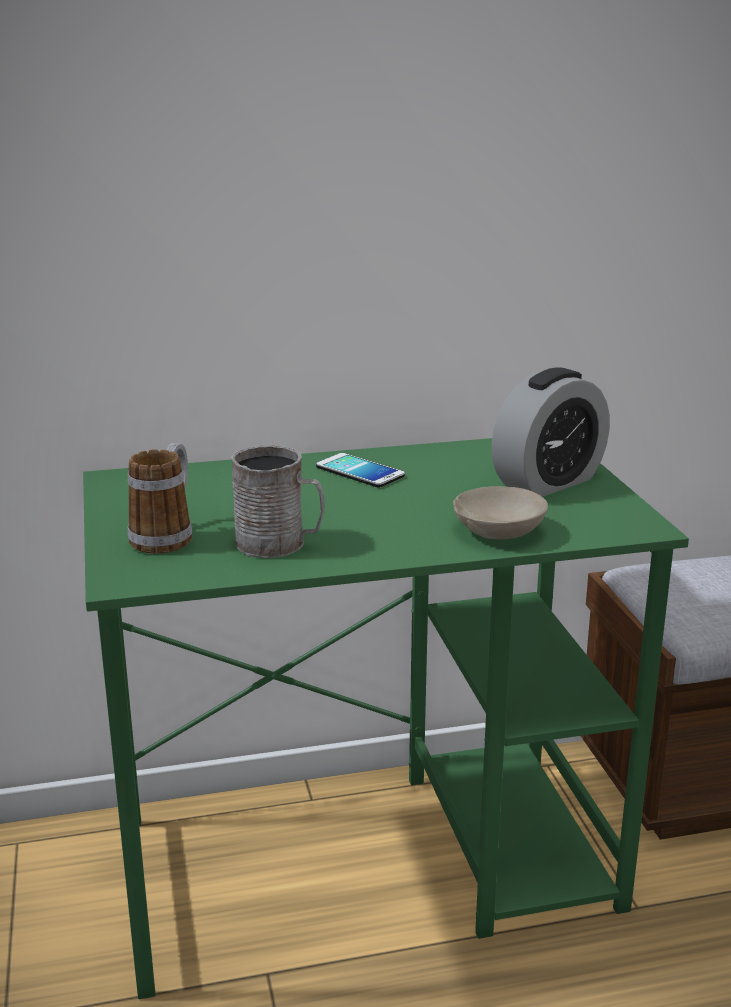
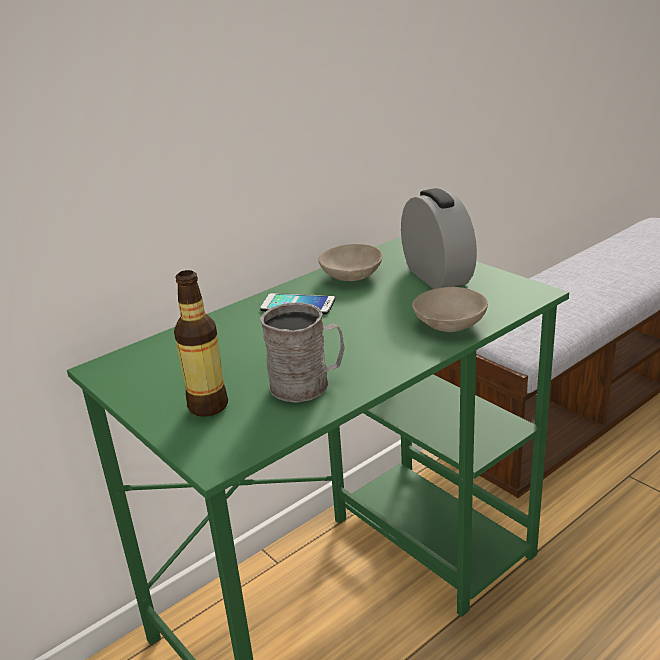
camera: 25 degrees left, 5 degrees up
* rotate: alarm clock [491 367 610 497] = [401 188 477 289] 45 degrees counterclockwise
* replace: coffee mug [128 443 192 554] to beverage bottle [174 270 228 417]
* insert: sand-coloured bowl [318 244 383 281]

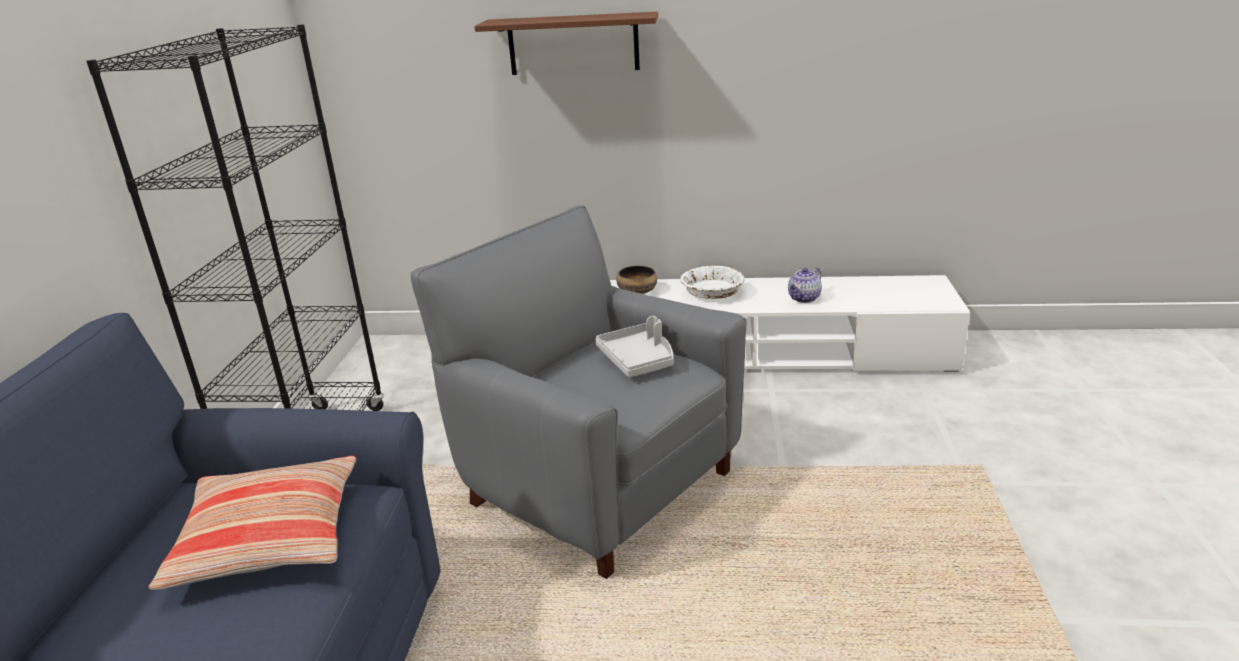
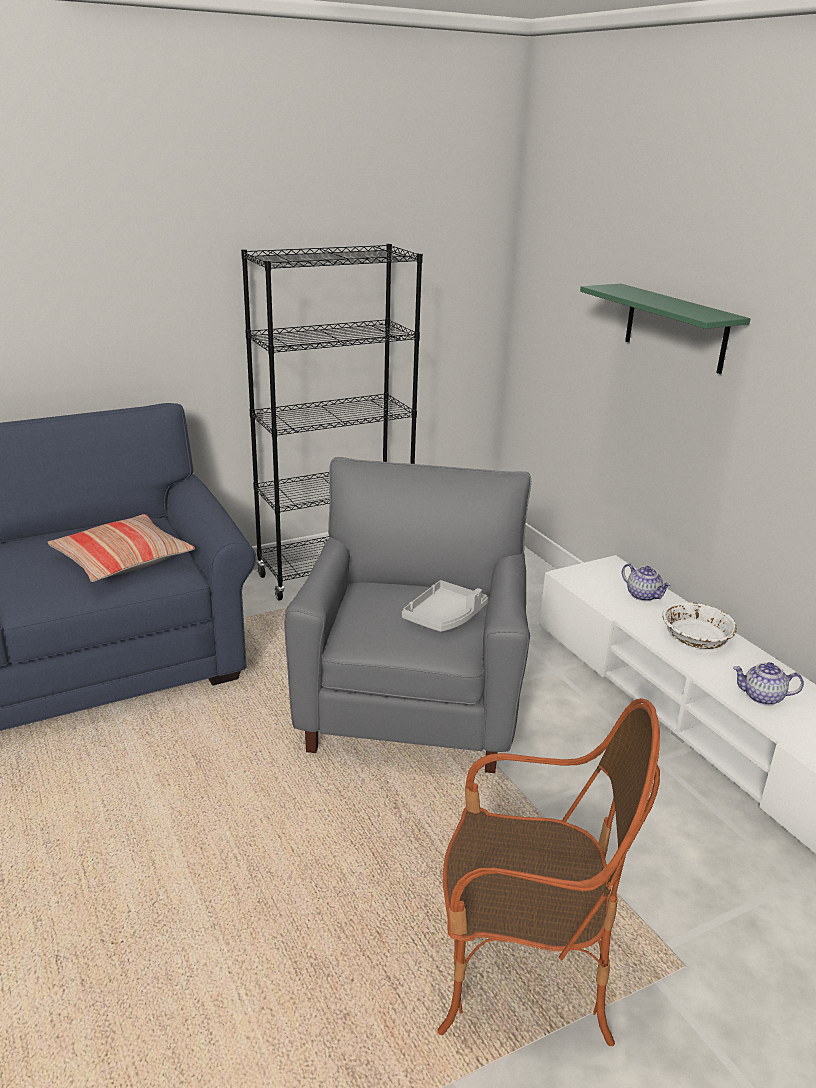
camera: 55 degrees right, 0 degrees up
* recolor: brownish wall shelf [474 12 658 75] to greenish wall shelf [580 283 750 374]
* replace: bowl [616 266 657 294] to pot for tea [621 563 671 601]
* insert: armchair [437 698 660 1046]

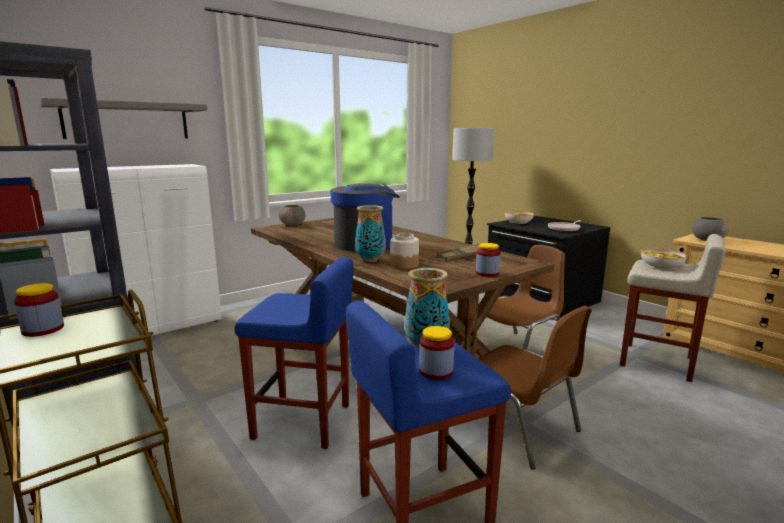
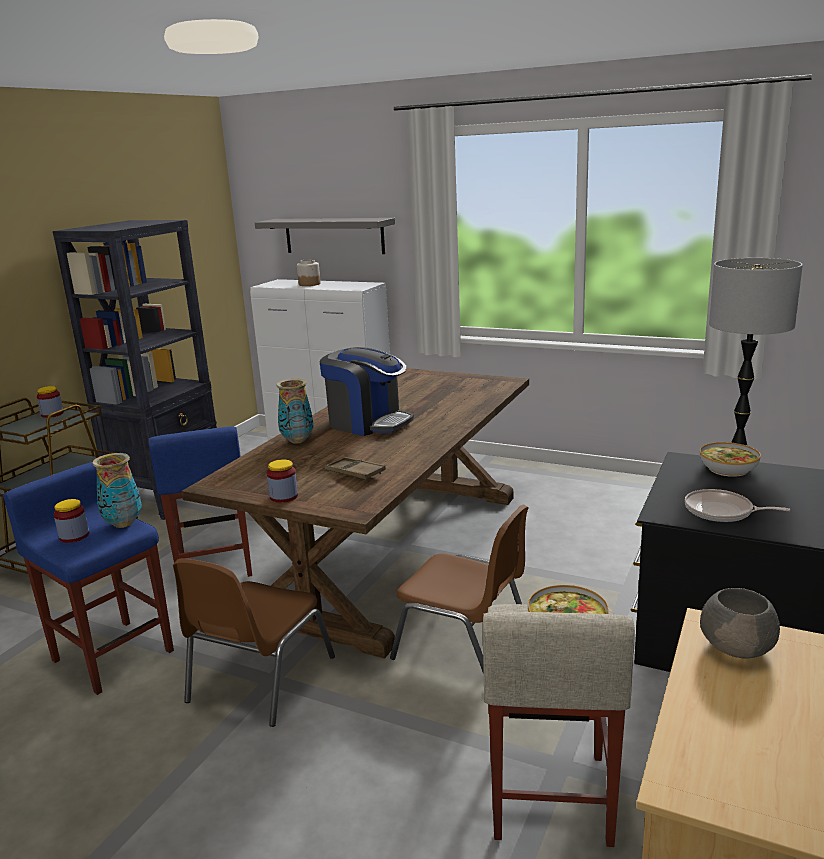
camera: 65 degrees right, 5 degrees up
* delete: gray bowl [279 205 306 226]
* move: jar [390 233 419 269] to [297 259 320 286]

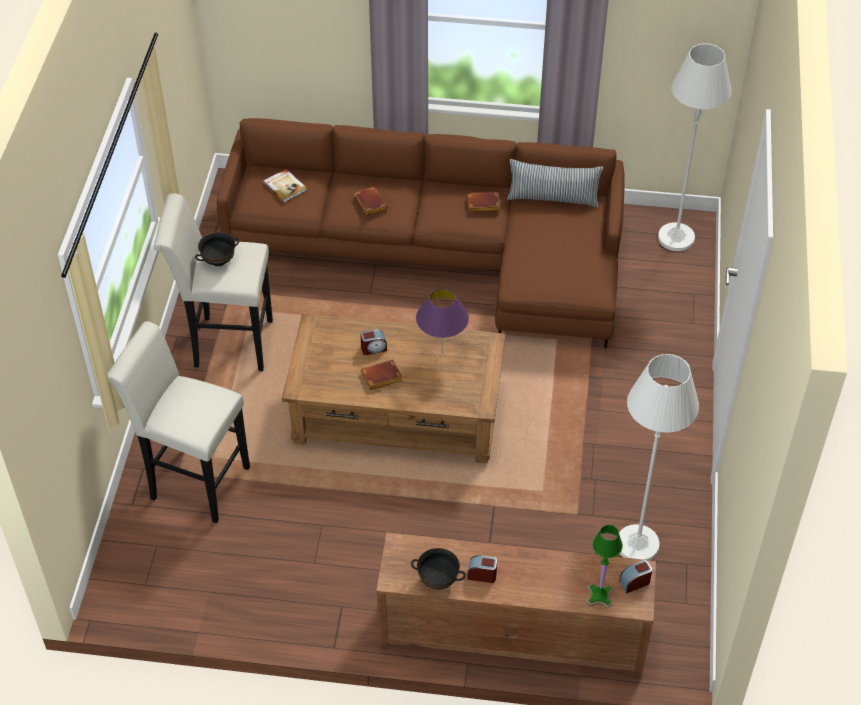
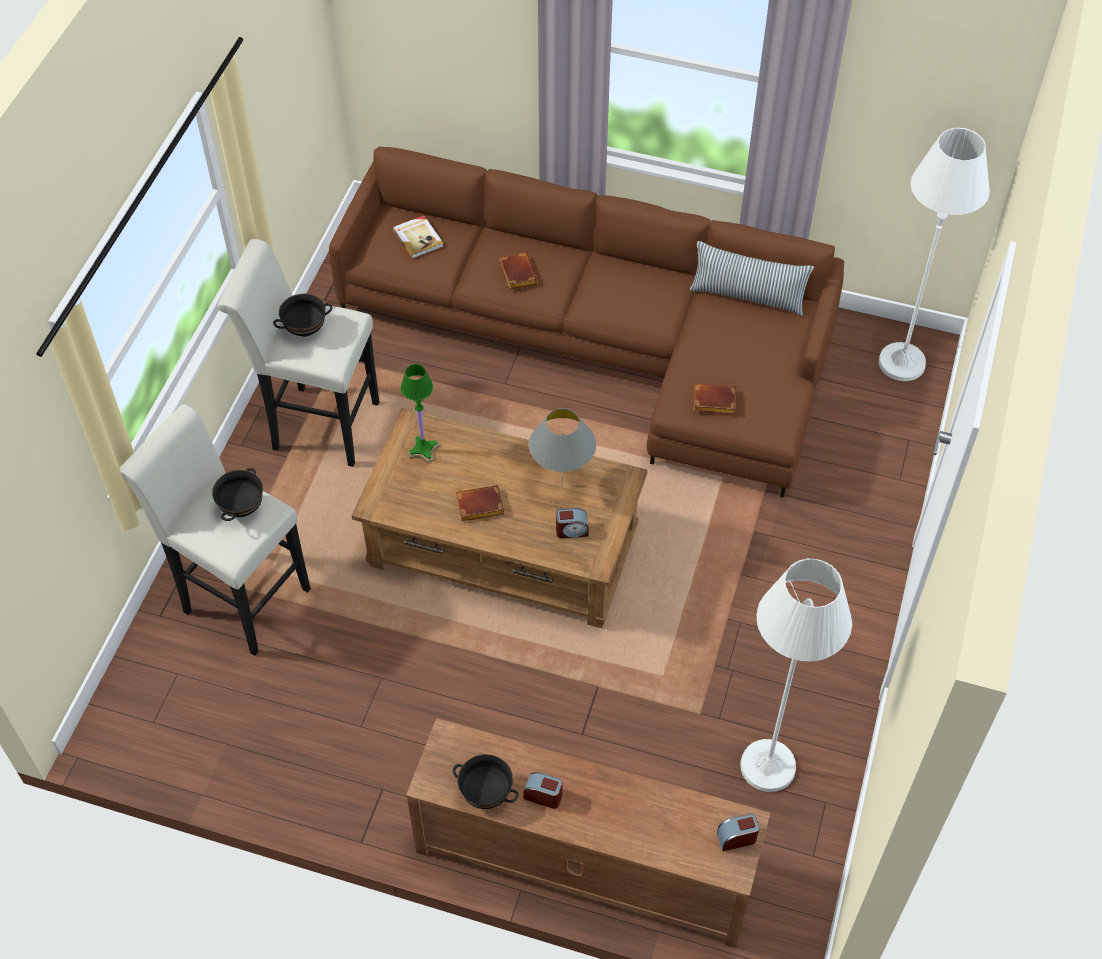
camera: 10 degrees right, 5 degrees up
* move: brownish book [467 192 501 212] to [693 384 736 414]
* recolor: purple tabletop lamp [416 288 469 350] to gray tabletop lamp [529 408 596 485]
* move: alarm clock [360 329 387 355] to [556 508 589 538]
* move: greenish tabletop lamp [586 525 623 609] to [401 364 440 463]
* insert: black-coloured bowl [212 468 263 521]

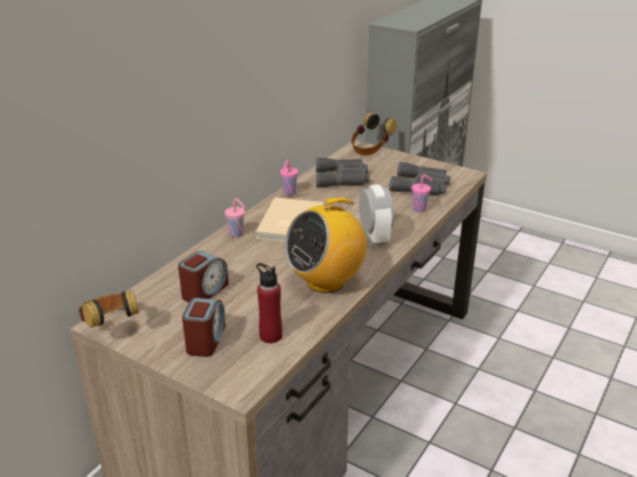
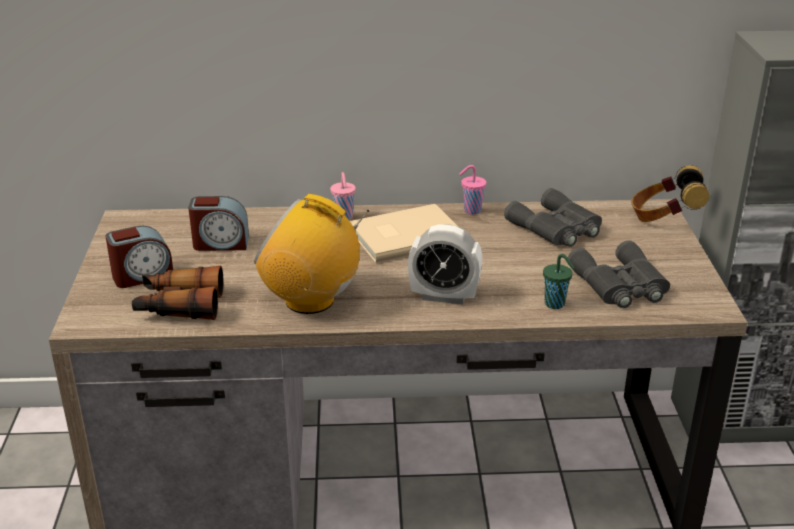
camera: 55 degrees right, 0 degrees up
* recolor: pinkish drinking cup [412 175 432 213] to greenish drinking cup [543 254 575 309]
* rotate: alarm clock [359 184 394 245] = [408 224 482 304] 60 degrees clockwise
* replace: red beverage bottle [256 263 282 343] to field glasses [132 266 223 320]
* delete: pair of headphones [78 289 139 328]

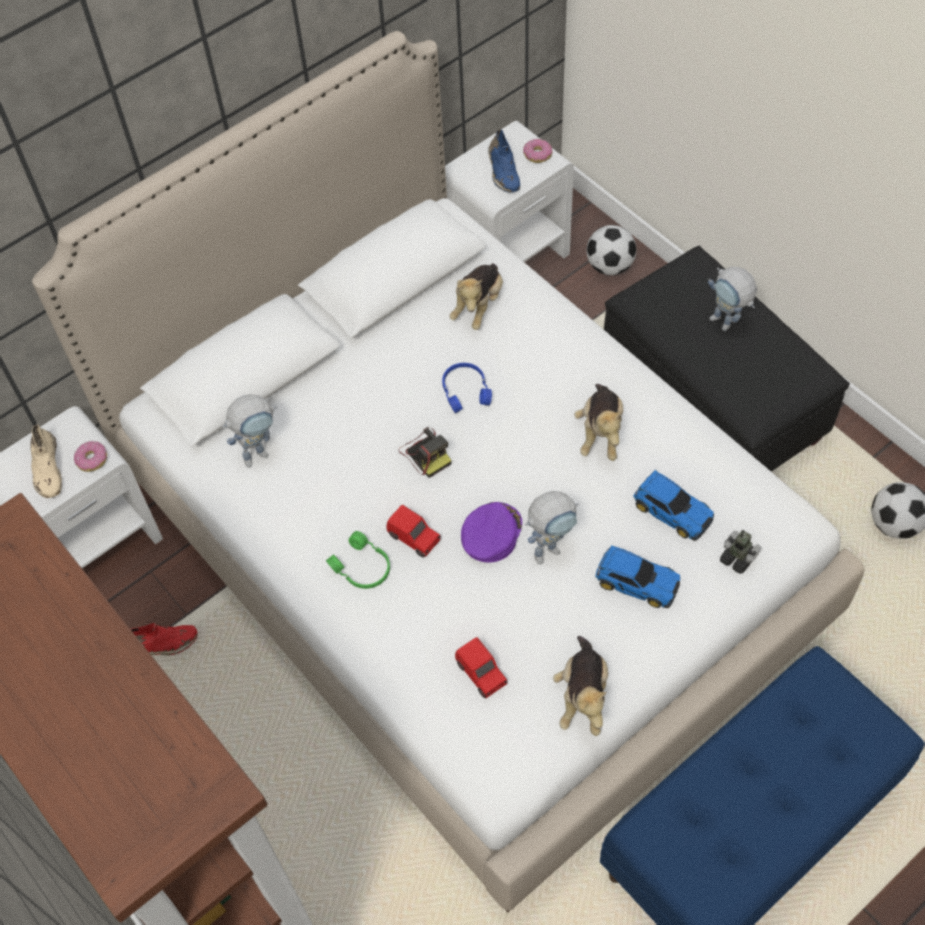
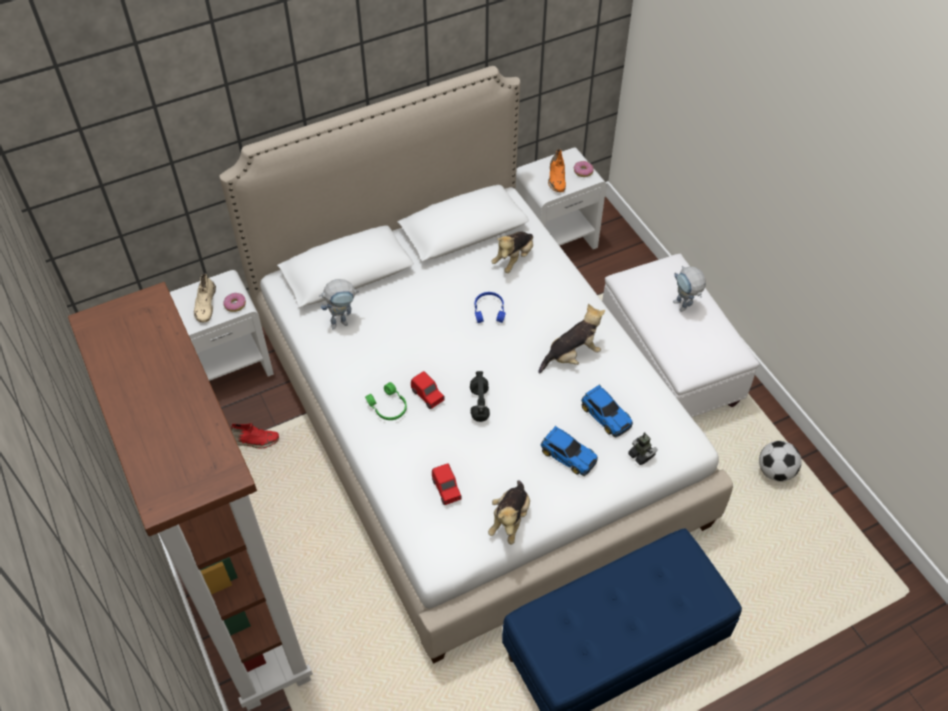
camera: 10 degrees right, 5 degrees down
* recolor: blue-coloured item of footwear [488 129 520 192] to orange item of footwear [548 149 566 192]
* delete: ball for football [586 225 636 275]
* recolor: black-coloured pouffe [604 246 850 471] to white-coloured pouffe [602 254 760 417]
* rotate: soft toy [574 384 623 461] = [538 304 605 373] 135 degrees counterclockwise
* delete: still camera [399 427 452 478]
* delete: robot figure [525 491 579 564]
* replace: purple peaked cap [461 502 522 563] to black-coloured pair of headphones [470 371 490 422]

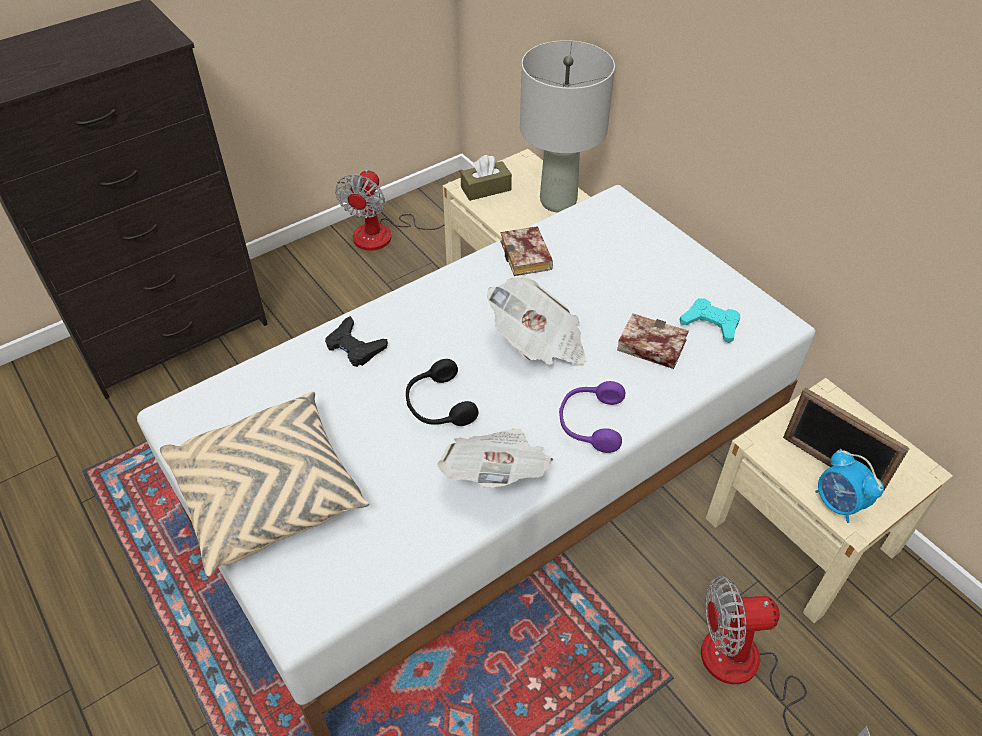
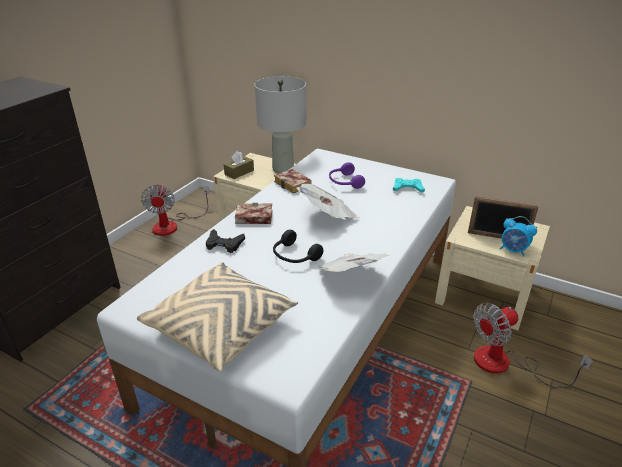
camera: 25 degrees left, 15 degrees down
* move: book [617 313 689 369] to [235 203 273 224]
* move: purple pair of headphones [559 381 625 453] to [329 162 365 189]

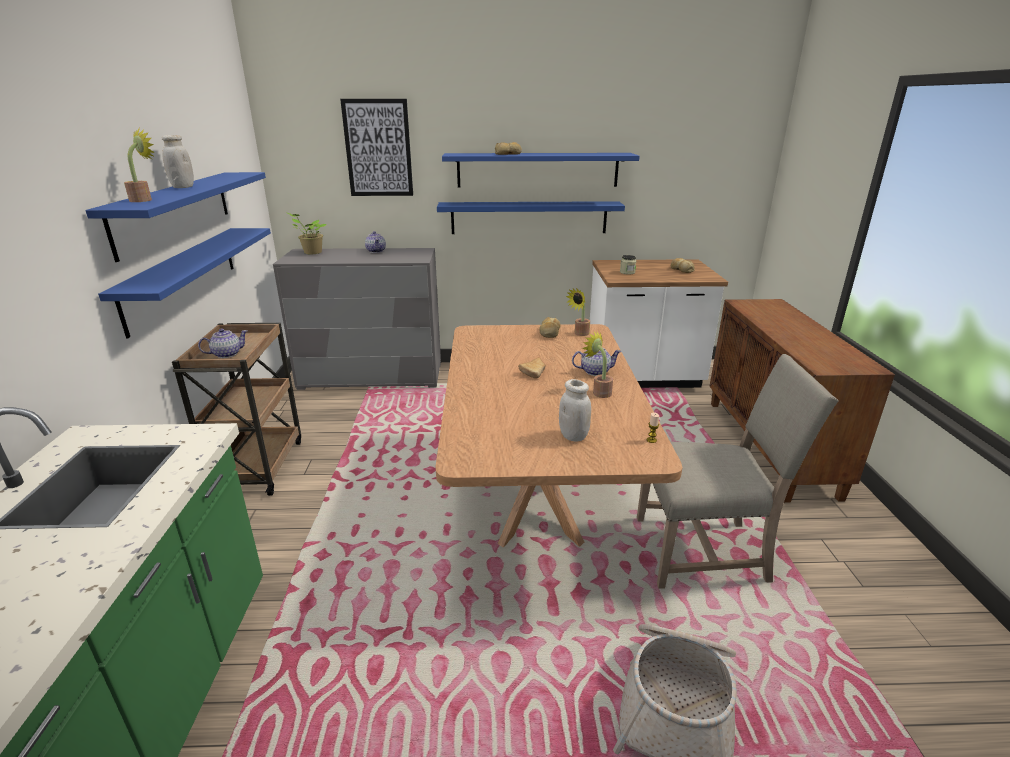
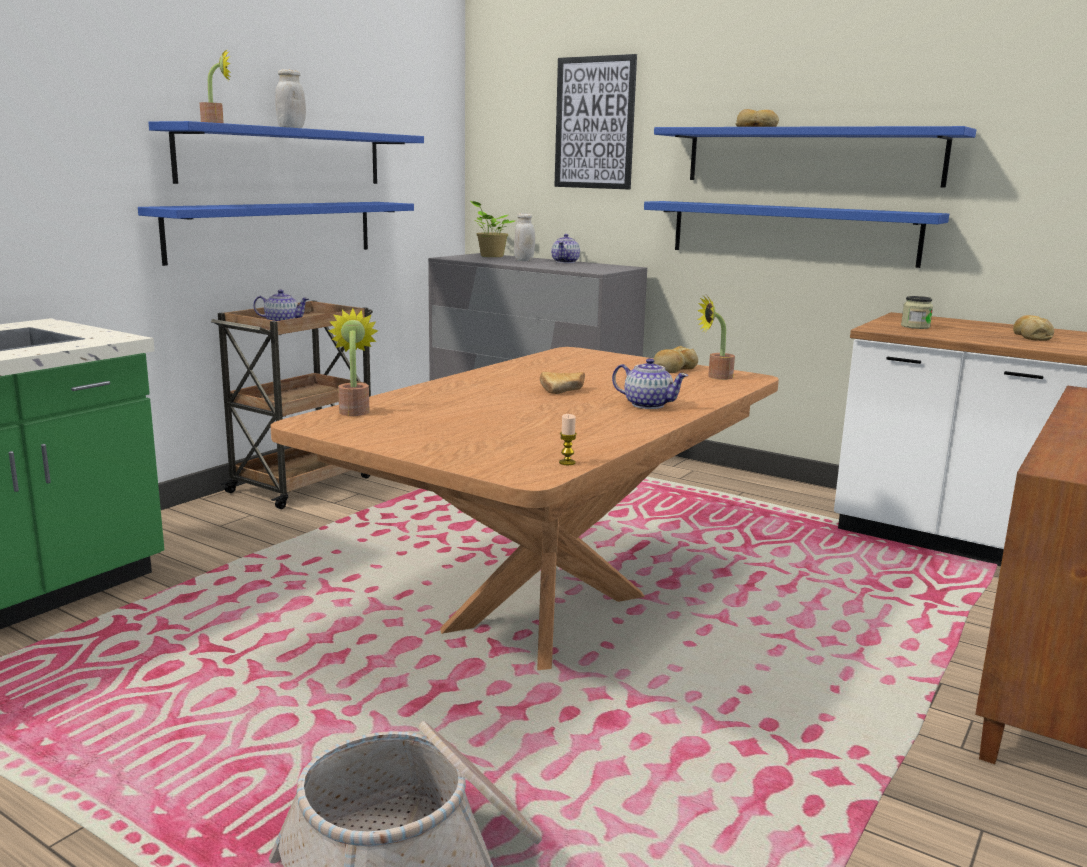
camera: 35 degrees right, 10 degrees down
* move: houseplant [582 330 613 398] to [328 309 378 416]
* delete: sand-coloured chair [637 354 838 588]
* move: white-coloured jar [559 379 591 441] to [514 213 535 261]

